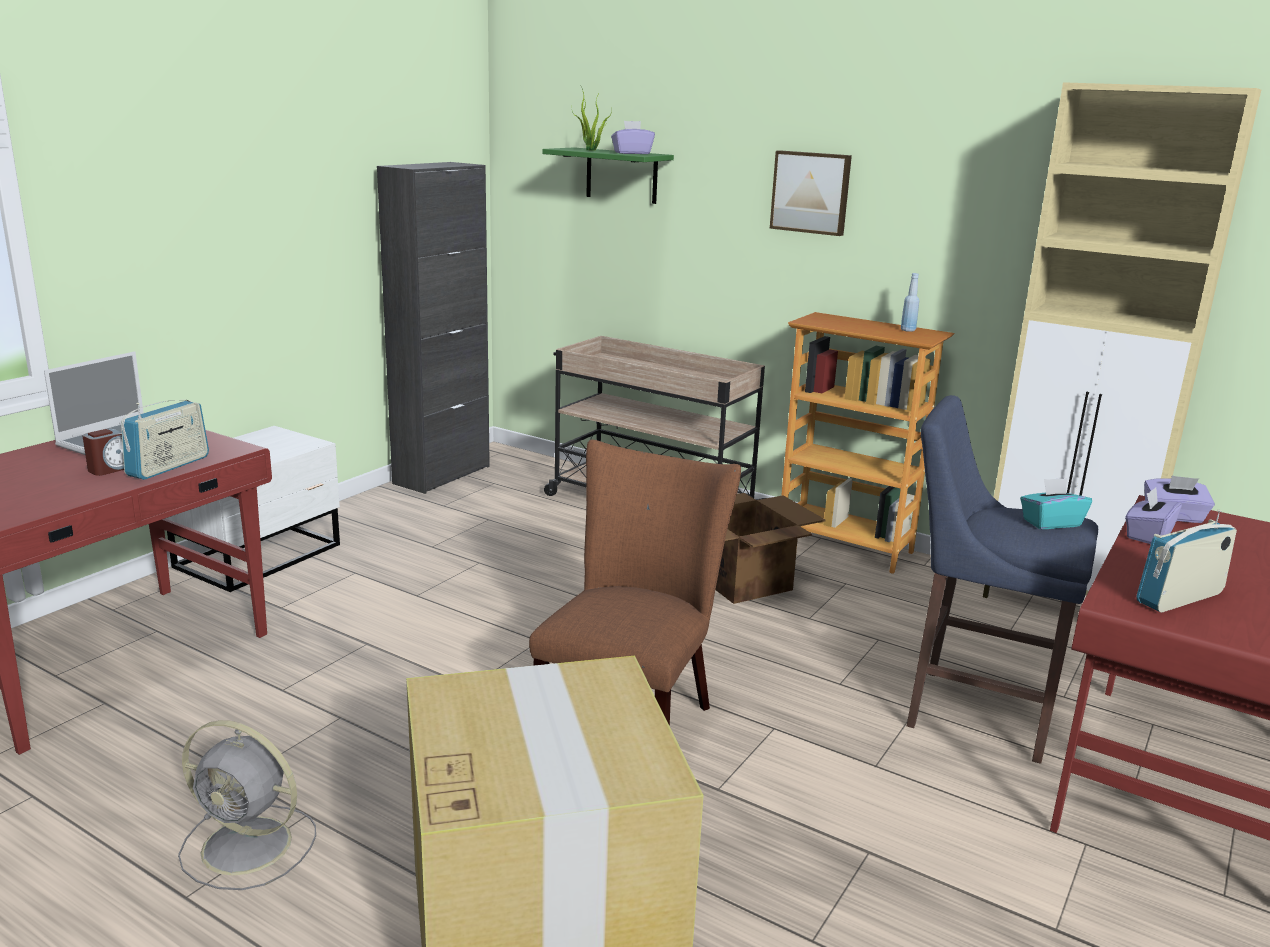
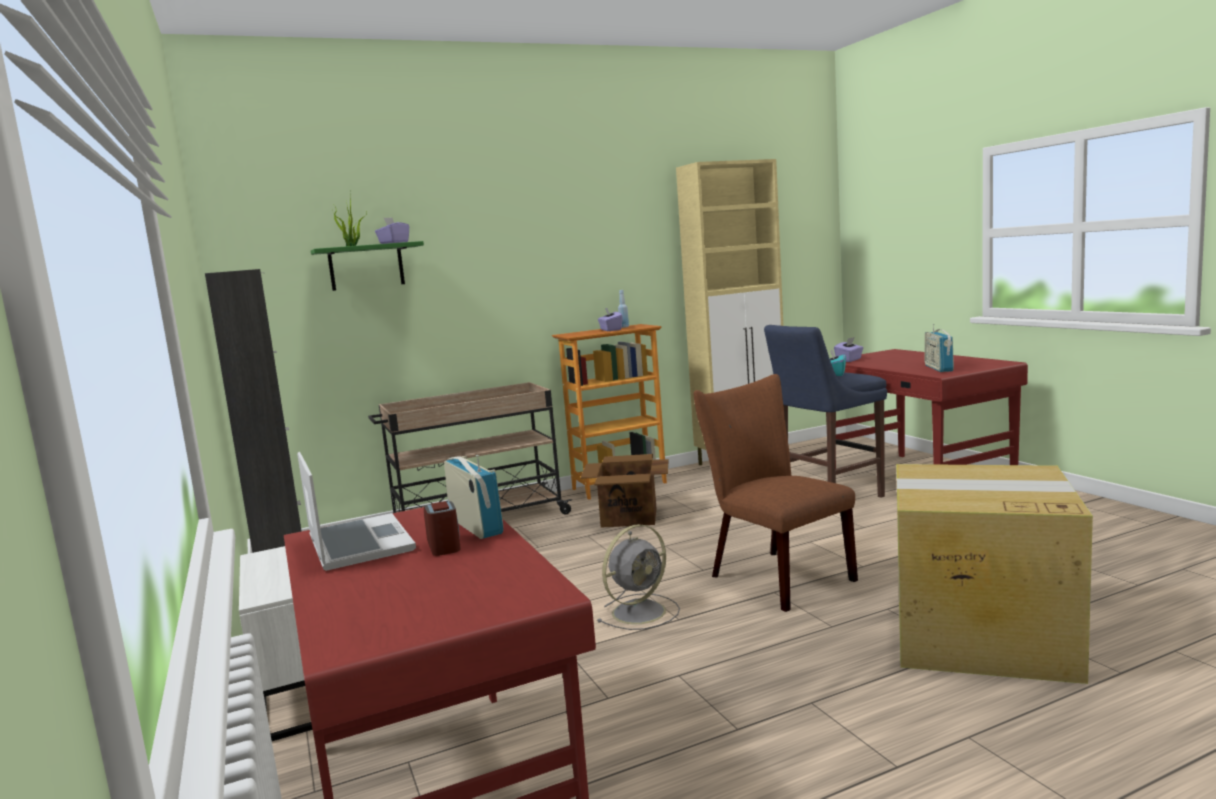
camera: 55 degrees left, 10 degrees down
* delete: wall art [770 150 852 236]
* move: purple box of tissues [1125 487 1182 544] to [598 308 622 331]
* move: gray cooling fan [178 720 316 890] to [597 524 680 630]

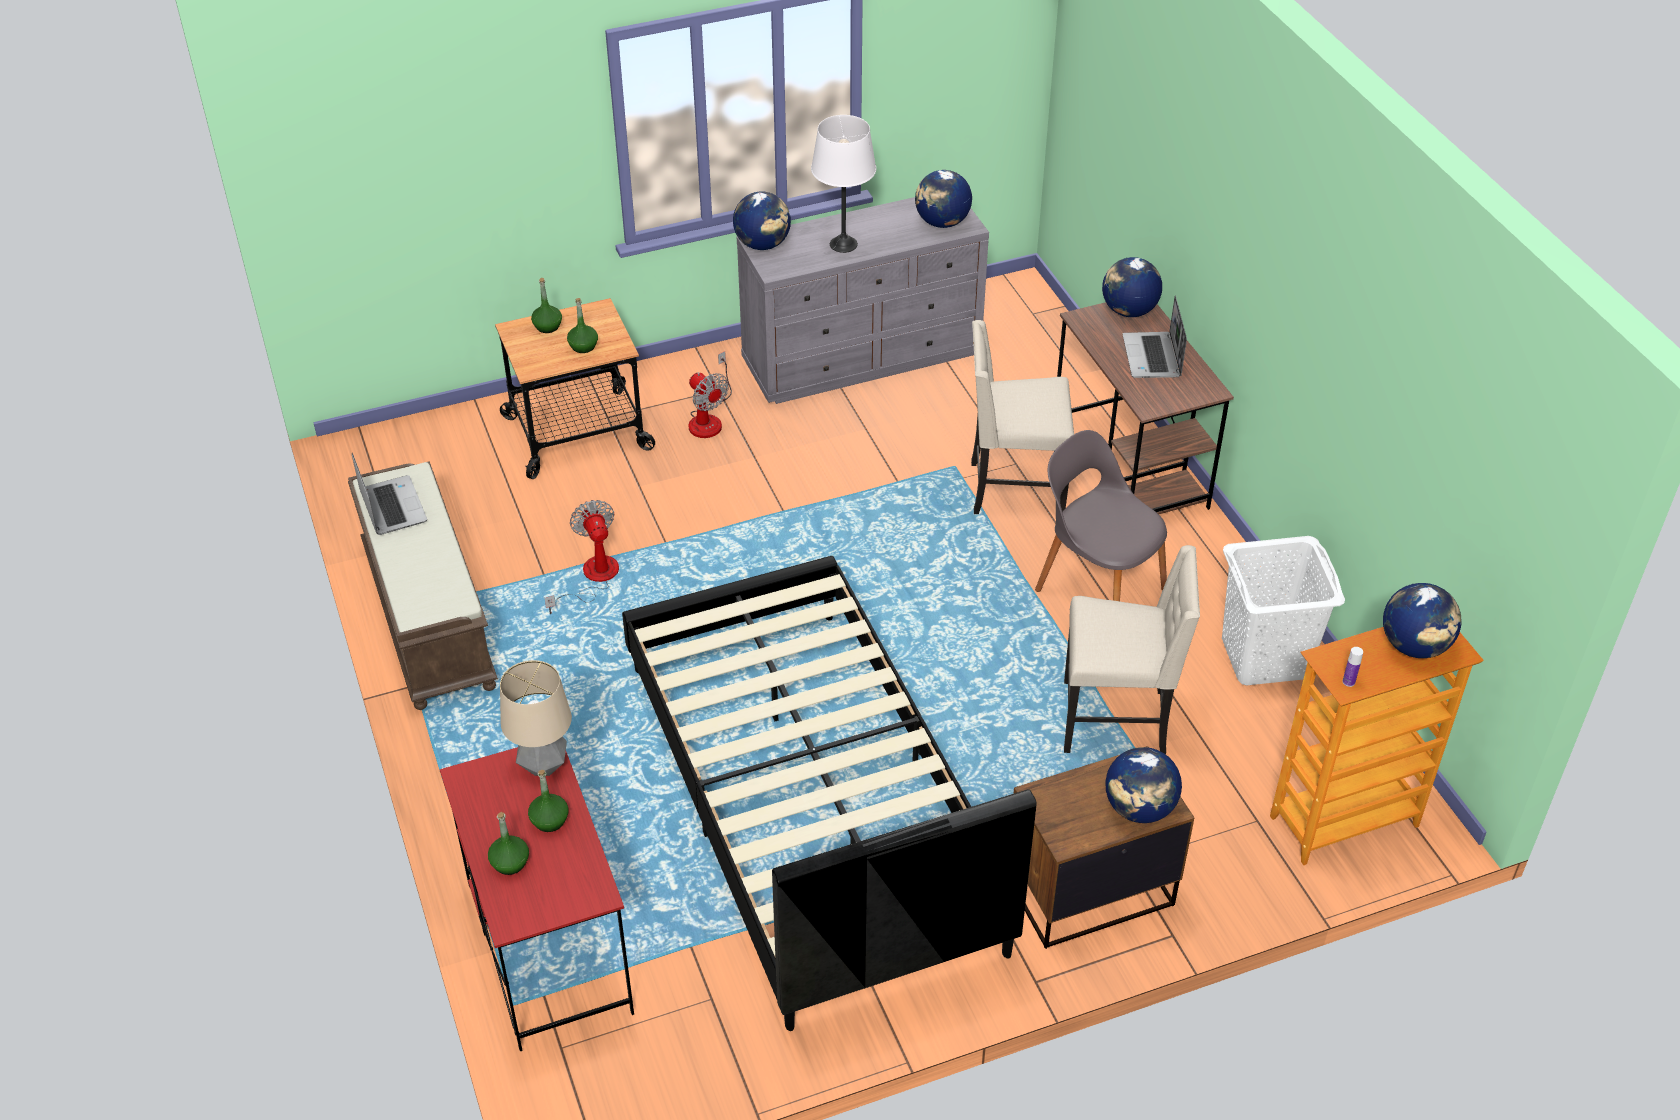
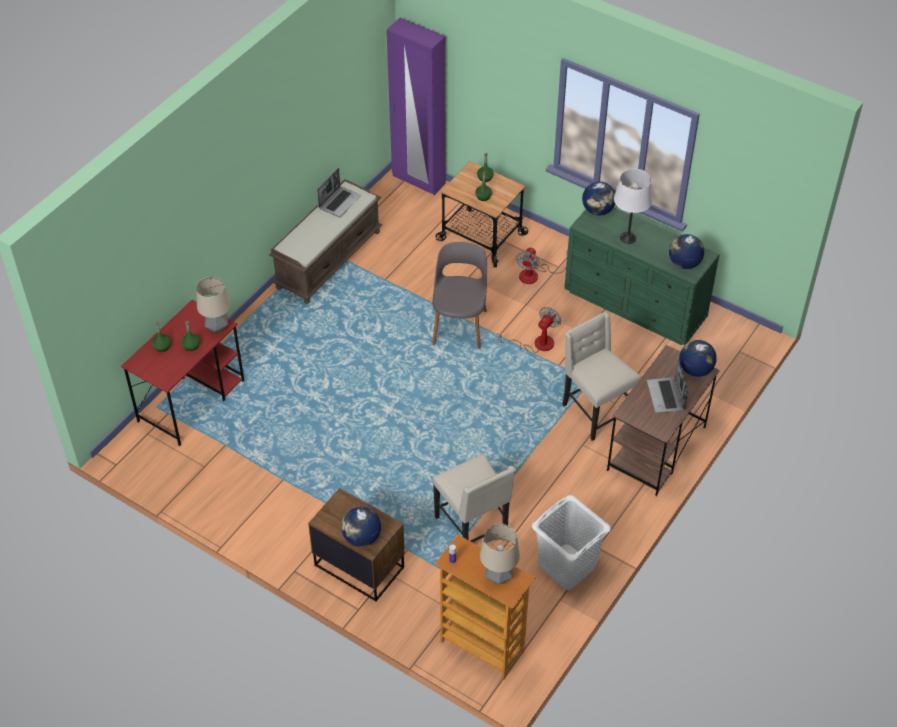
camera: 55 degrees right, 5 degrees up
* recolor: gray chest of drawers [737 197 989 404] to greenish chest of drawers [564 208 720 346]
* rotate: notebook computer [1122 296 1187 378] = [647 359 688 413] 60 degrees counterclockwise
* move: gray chair [1035 430 1167 601] to [432 242 487 349]
* move: cooling fan [545 500 619 614] to [497 307 561 353]
* delete: black-coloured sleeping bed [622 556 1036 1031]
* replace: desk globe [1383 583 1461 658] to tabletop lamp [480 524 520 584]
* insert: purple wardrobe [386 18 446 195]

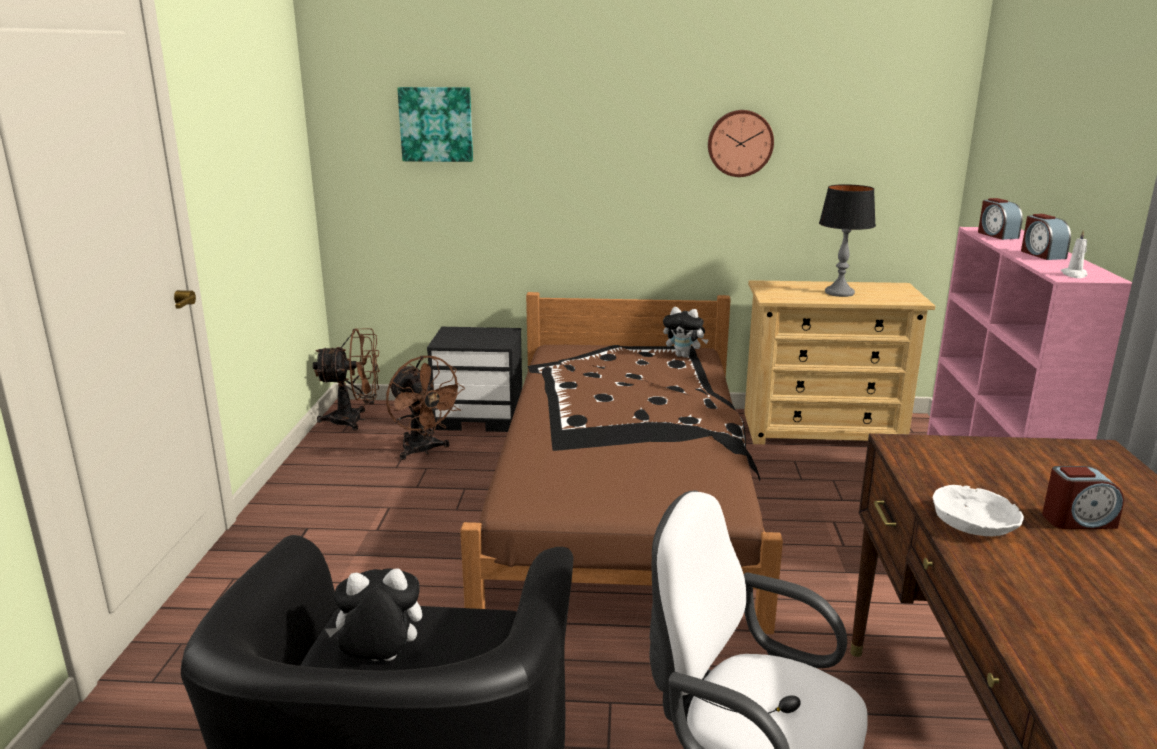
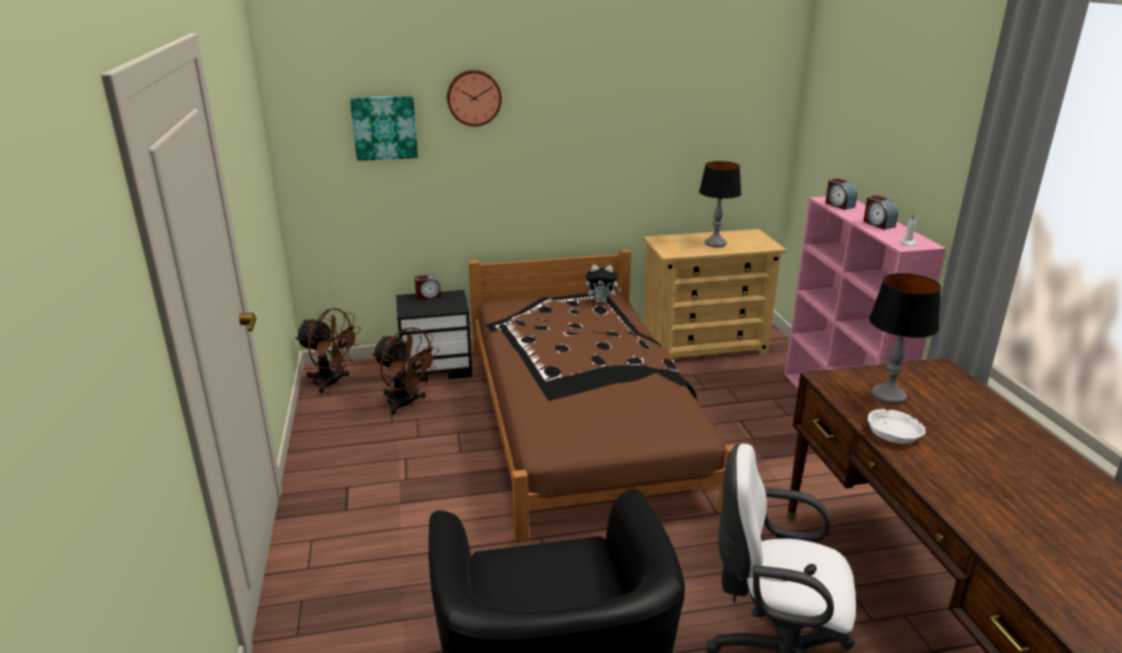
camera: 15 degrees left, 5 degrees up
* move: hanging clock [708 110 774 177] to [447 70 502 126]
* rotate: brownish cooling fan [313 329 380 431] = [295 308 361 394] 45 degrees clockwise
* move: alarm clock [1042 466 1124 529] to [415 275 441 300]
* delete: soft toy [325 568 422 661]
* insert: tabletop lamp [869 273 941 405]

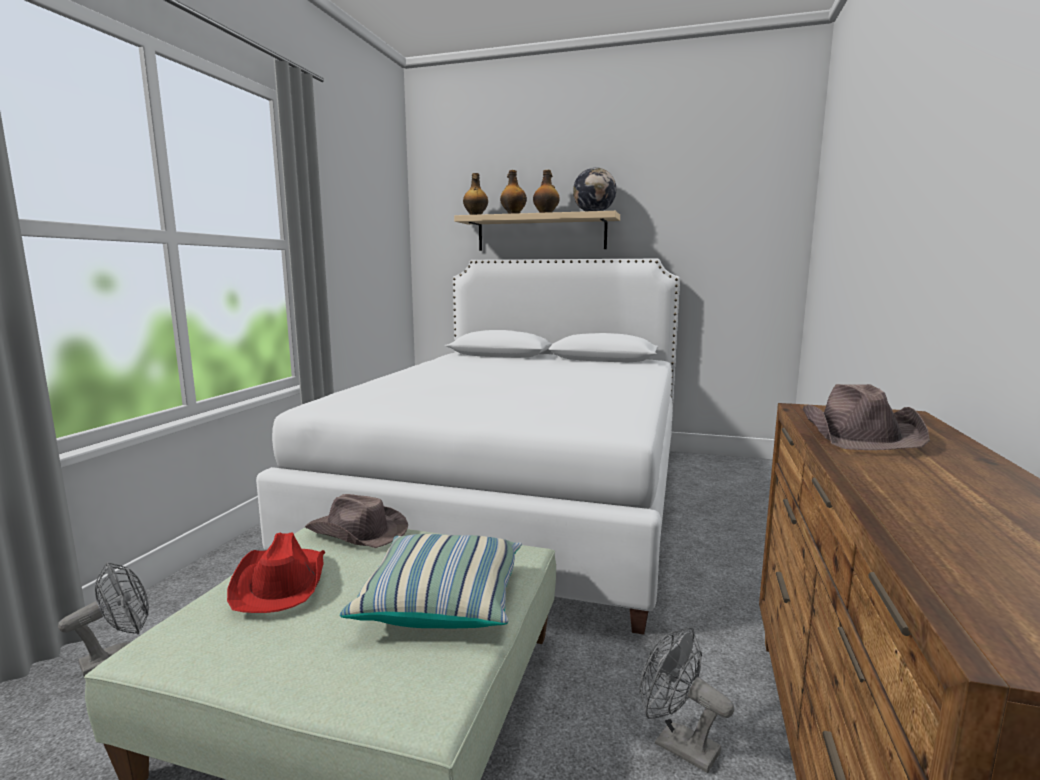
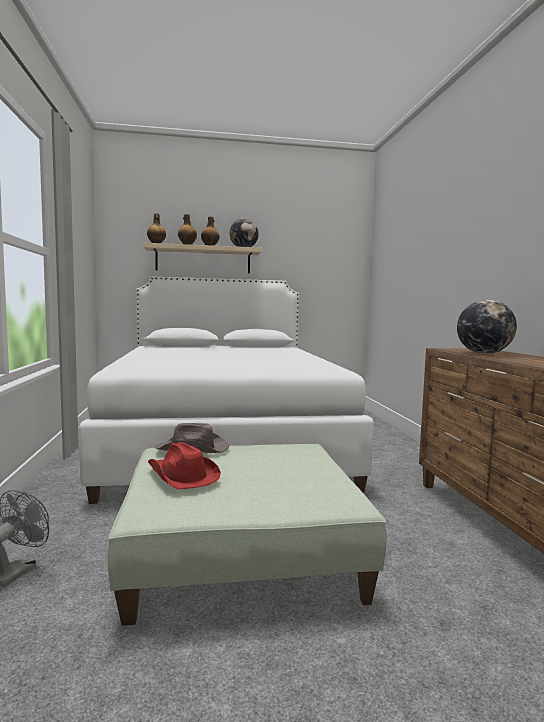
camera: 25 degrees left, 5 degrees down
* replace: brownish clothing hat [803 384 930 450] to desk globe [457 300 517 354]
* delete: pillow [340 534 522 629]
* delete: gray cooling fan [639 627 734 773]

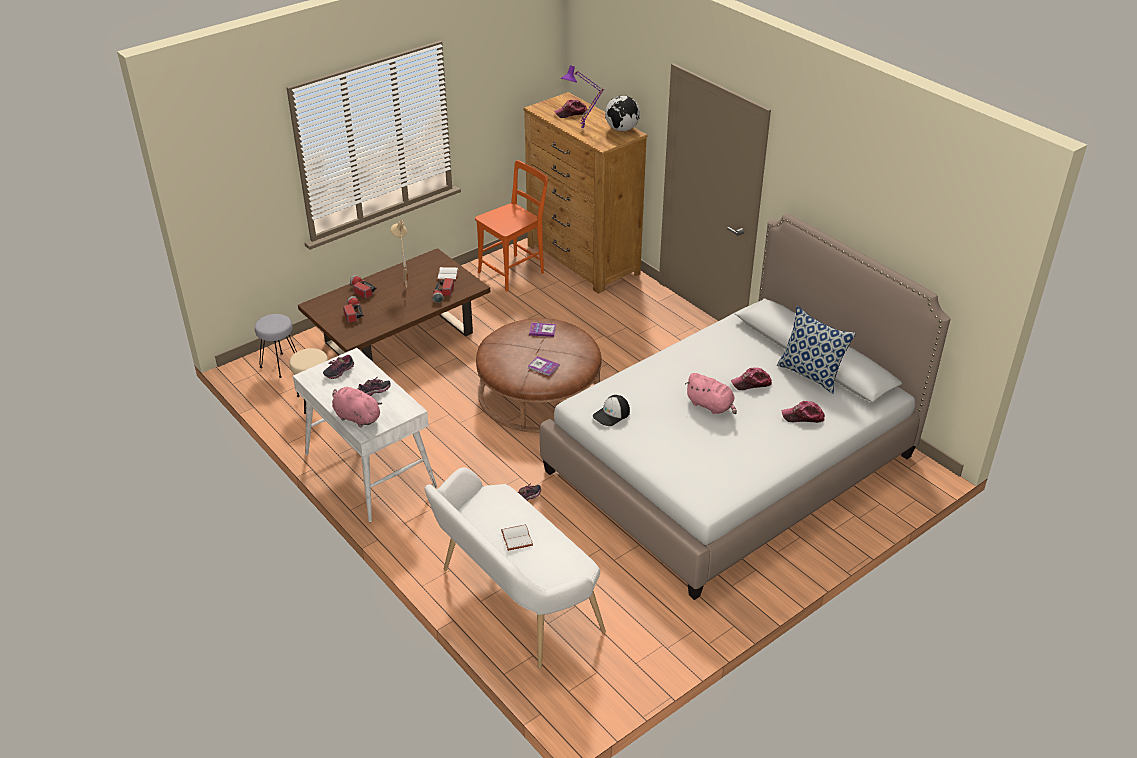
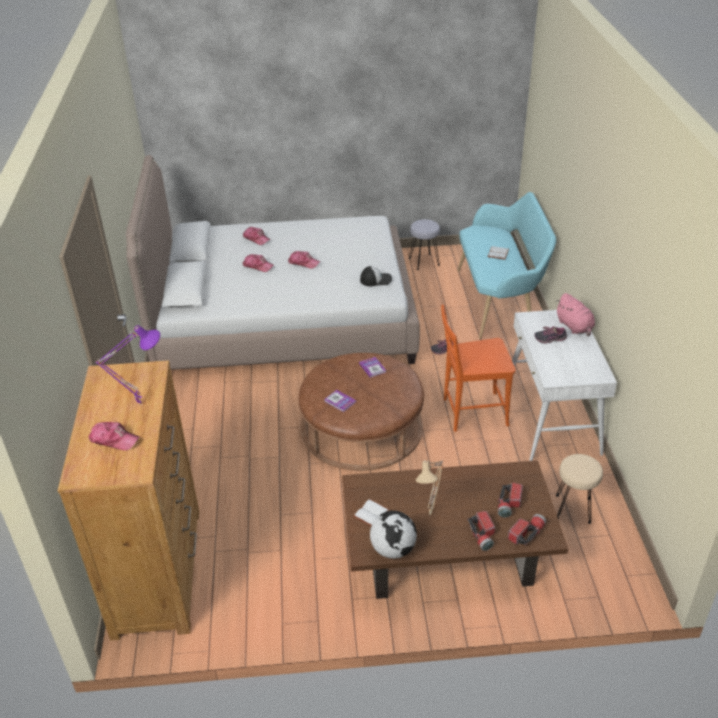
camera: 145 degrees left, 0 degrees up
* move: desk globe [605 95 640 131] to [370 511 417 559]
* move: orange chair [475 160 548 291] to [441 304 516 432]
* move: hand torch [432 278 454 303] to [508 514 546 545]
* delete: pillow [777 306 856 394]
* move: gray stool [255 314 297 378] to [409 219 440 270]
* delete: item of footwear [323 355 354 379]
* replace: pinkish soft toy [685 373 737 414] to peaked cap [288 251 320 269]
* recolor: white-coloured bench [424 467 606 668] to blue-green bench [457 192 556 339]

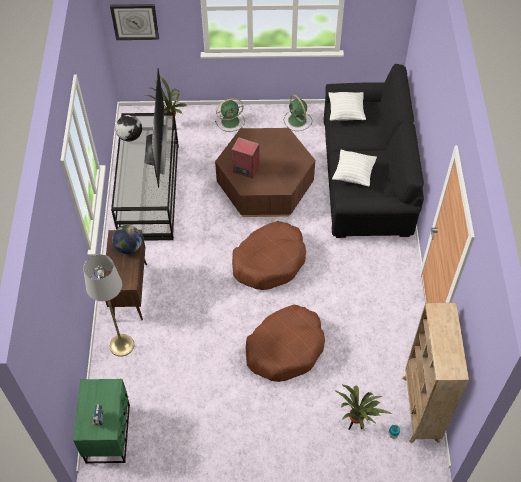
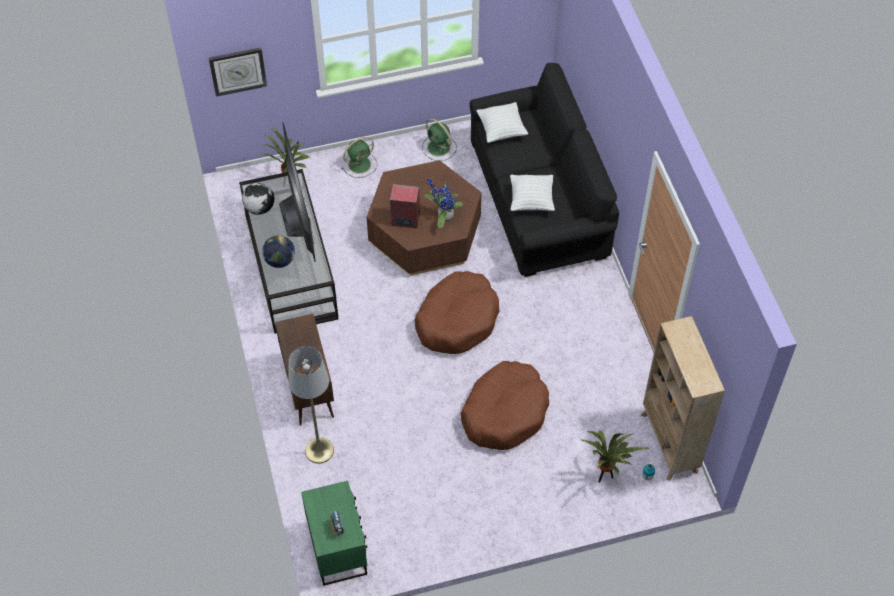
camera: 15 degrees left, 0 degrees up
* move: desk globe [112 225 142 254] to [262 235 295 268]
* insert: houseplant [425 179 463 228]

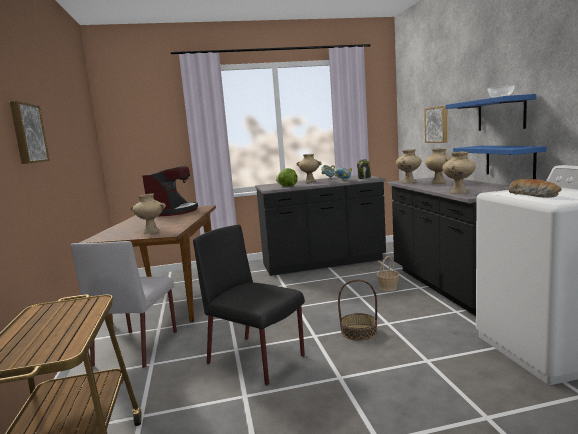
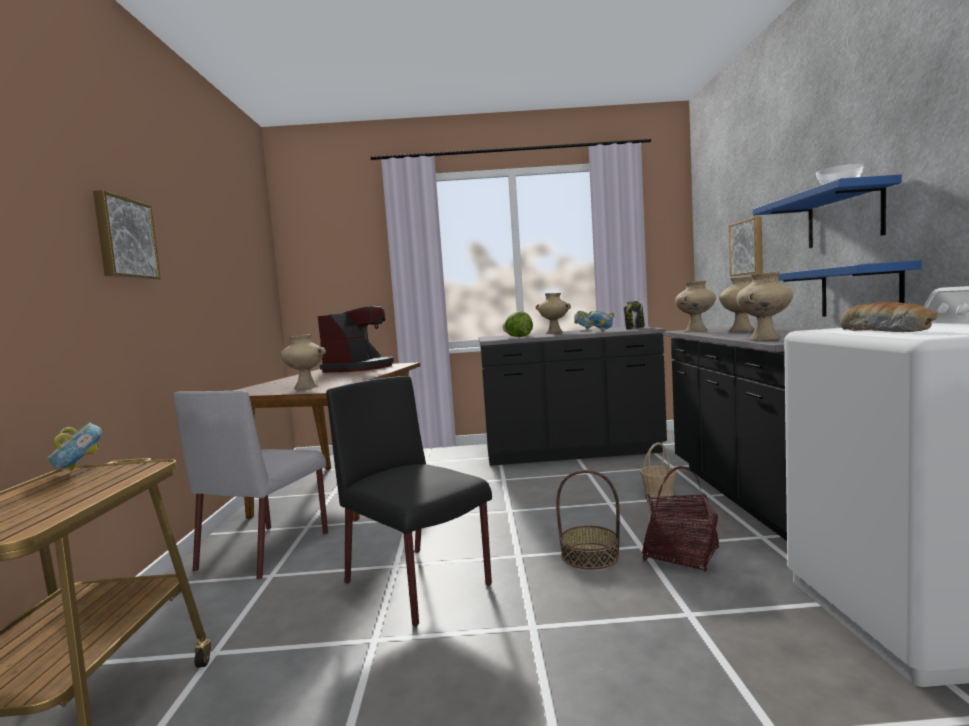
camera: 10 degrees right, 5 degrees down
* insert: bowl [47 423 102 471]
* insert: storage basket [642 466 719 572]

